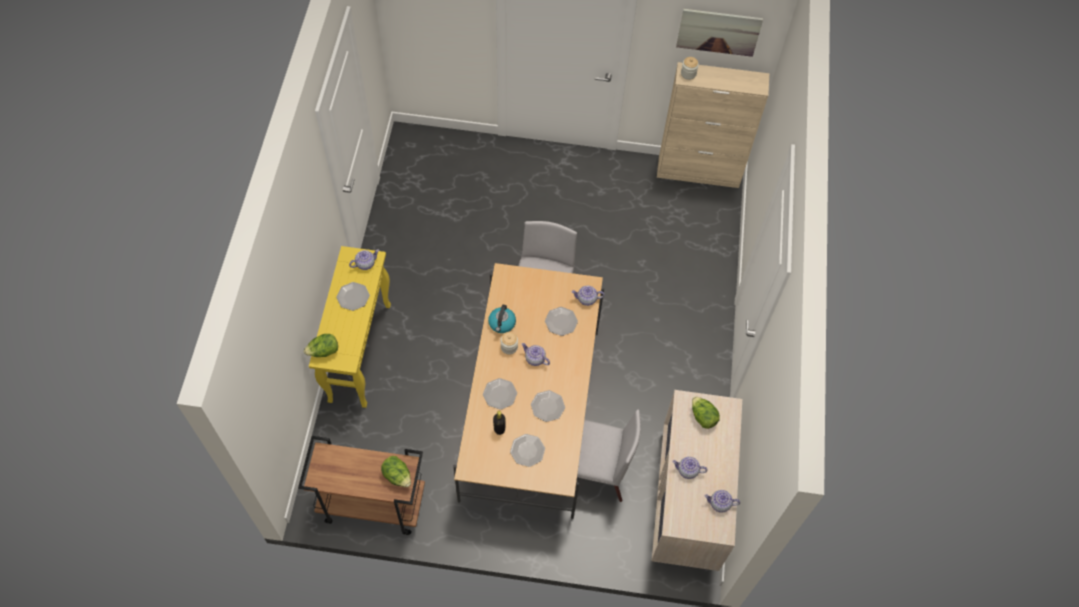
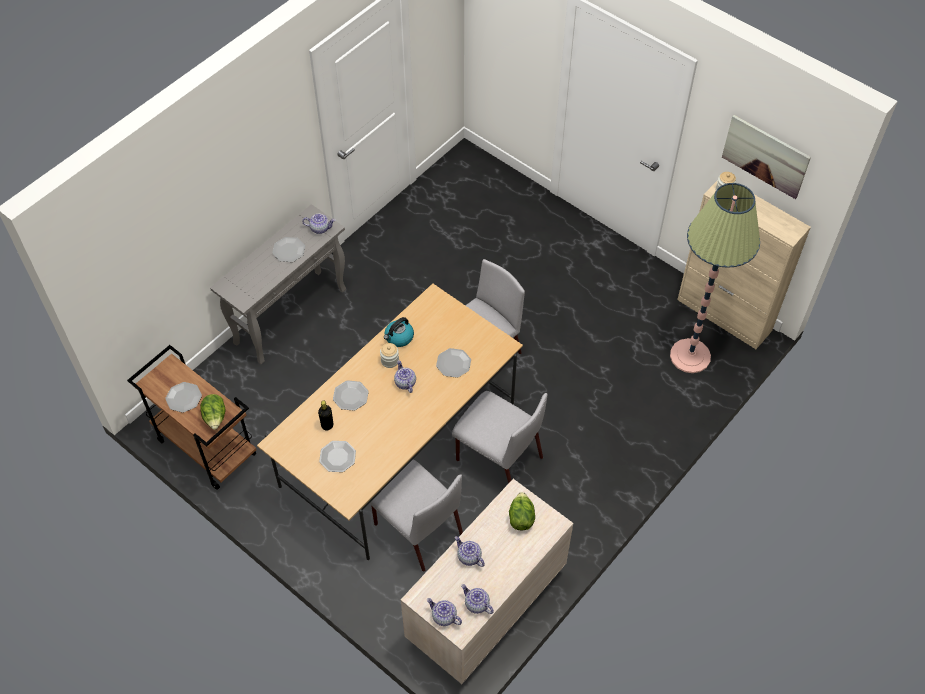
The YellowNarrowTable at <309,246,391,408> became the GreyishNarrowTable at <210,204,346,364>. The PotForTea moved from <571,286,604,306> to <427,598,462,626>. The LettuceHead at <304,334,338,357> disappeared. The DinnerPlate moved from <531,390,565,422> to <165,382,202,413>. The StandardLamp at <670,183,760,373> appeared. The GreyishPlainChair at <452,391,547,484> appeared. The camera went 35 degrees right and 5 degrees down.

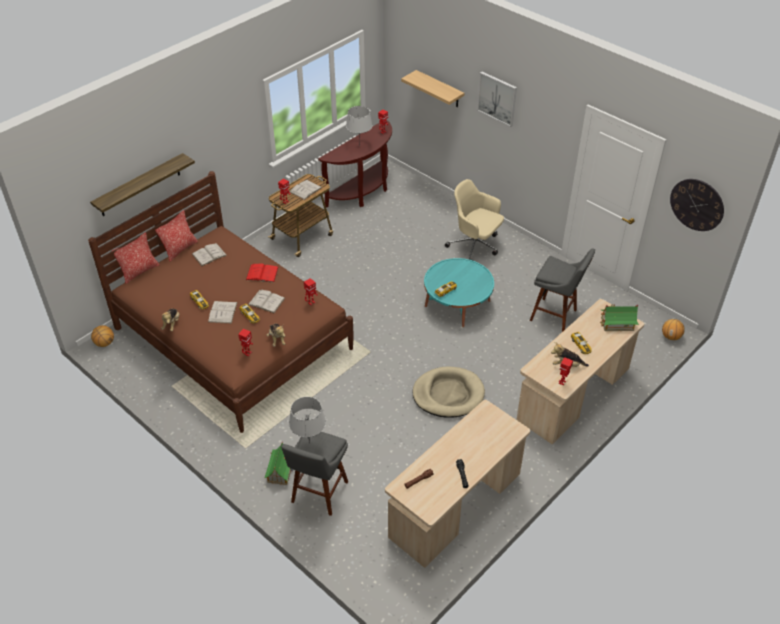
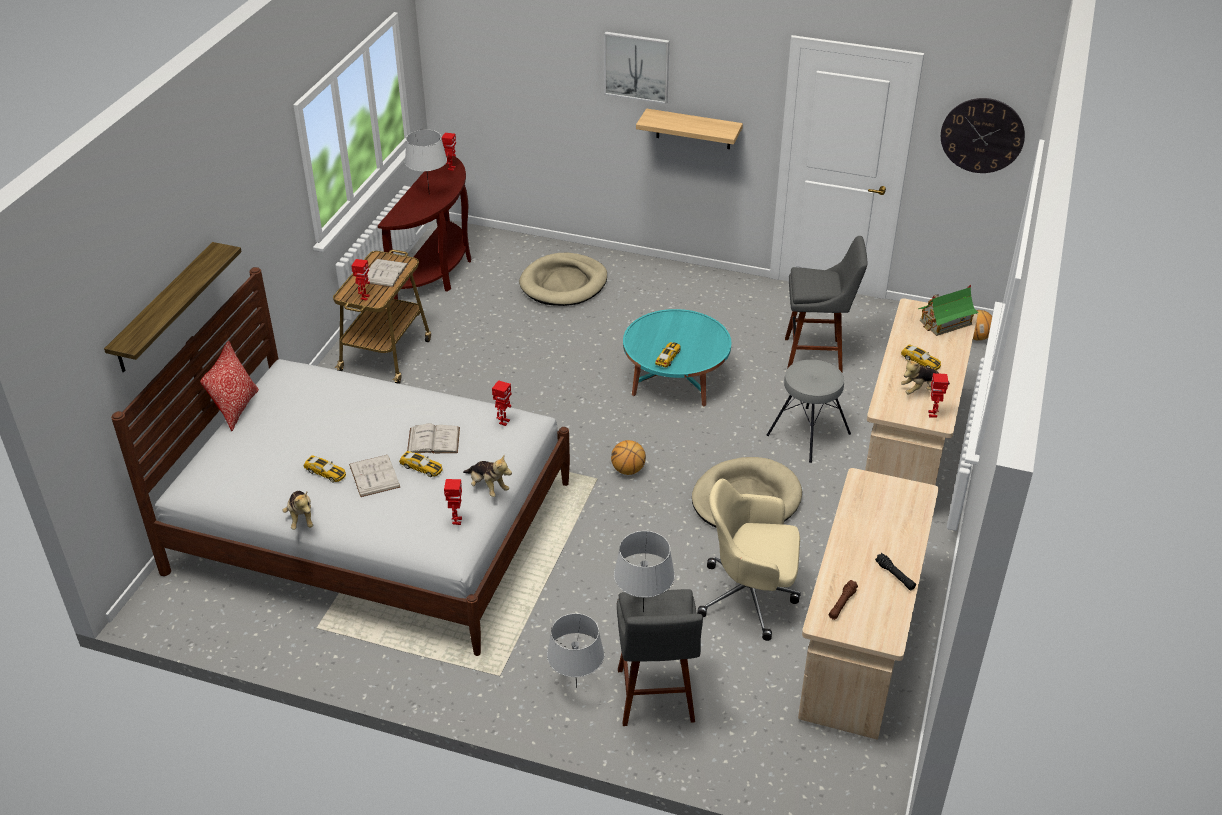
The Shelf moved from <401,70,464,107> to <636,108,743,149>. The BrownColouredBedroomBed at <88,171,353,433> became the WhiteBedroomBed at <111,267,570,656>. The BeigeColouredDeskChair moved from <445,179,504,260> to <697,479,801,641>. The Cushion at <112,232,159,284> disappeared. The WhiteBoundBook at <192,243,227,266> disappeared. The RedColouredBoundBook at <246,263,279,283> disappeared. The Basketball moved from <91,325,114,347> to <611,440,646,475>. The MiniatureHouse at <264,443,293,485> was replaced by the GreyishTableLamp at <547,613,604,688>. The BeigeColouredDogCushion at <519,253,607,306> appeared. The GreyishStool at <767,360,851,463> appeared. The camera went 25 degrees left and 5 degrees down.

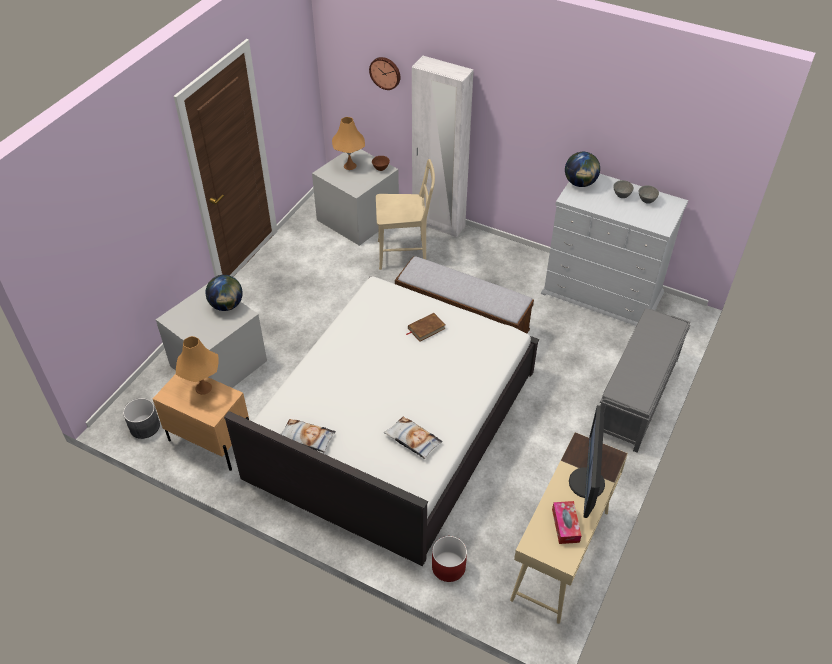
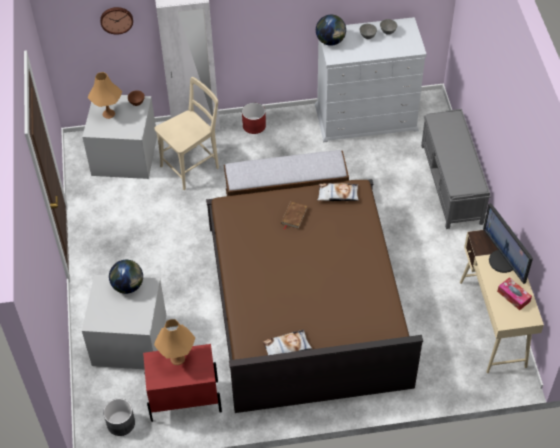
The WhiteBedroomBed at <224,276,539,566> became the BrownColouredBedroomBed at <206,179,423,413>. The BeigeColouredNightstand at <153,374,249,471> became the RedColouredNightstand at <143,344,222,422>. The Cushion moved from <384,416,443,459> to <317,183,359,201>. The RedColouredPlanter moved from <432,536,467,582> to <242,103,266,134>. The camera went 35 degrees left and 5 degrees up.

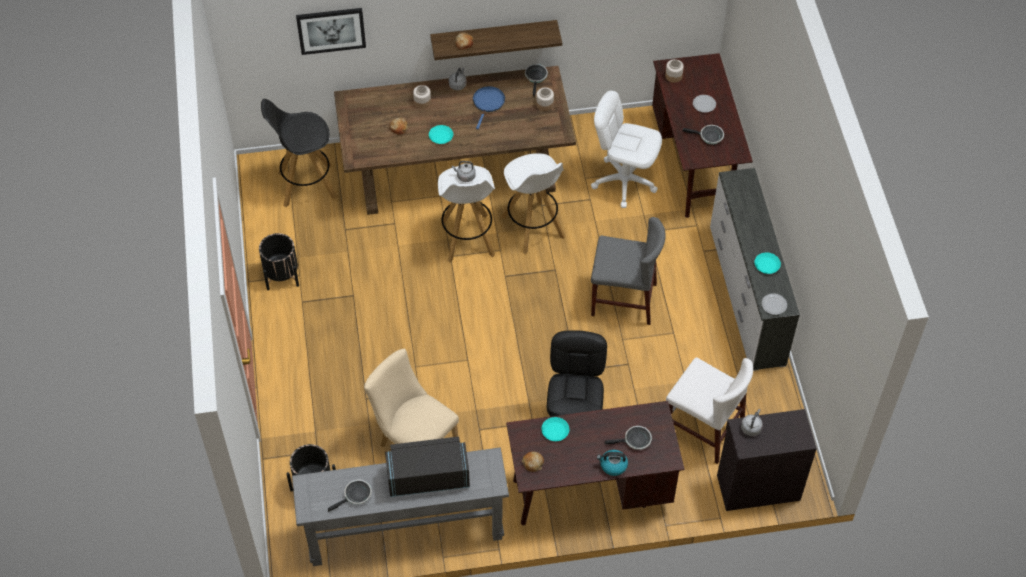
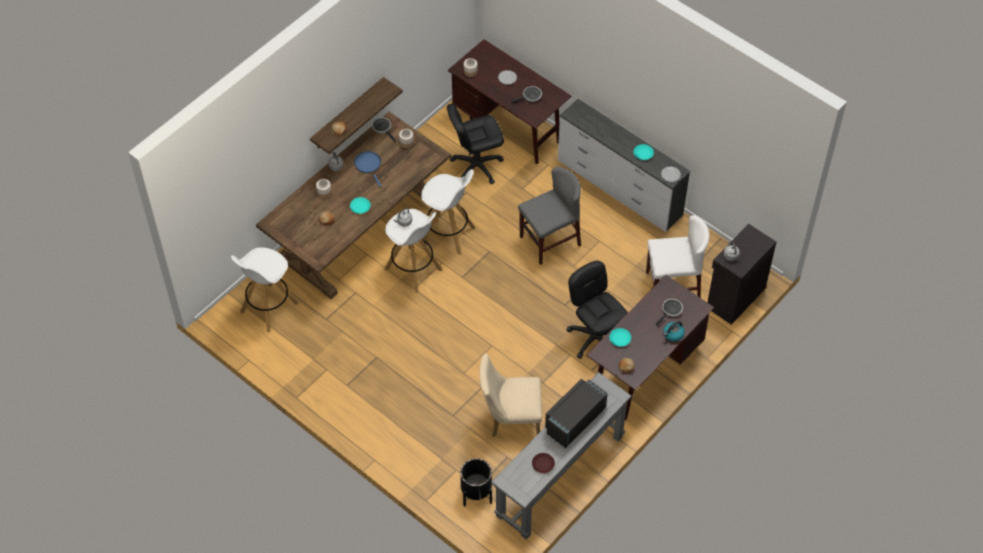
The Picture at <296,8,366,55> disappeared. The WhiteDeskChair at <591,91,662,208> became the BlackishDeskChair at <447,104,504,184>. The BlackishStool at <261,99,337,207> became the WhiteStool at <231,247,299,332>. The BlackishPlanter at <259,233,299,290> disappeared. The FryingPan at <328,480,372,512> was replaced by the BrownColouredDinnerPlate at <532,453,555,473>. The camera went 40 degrees left and 0 degrees up.

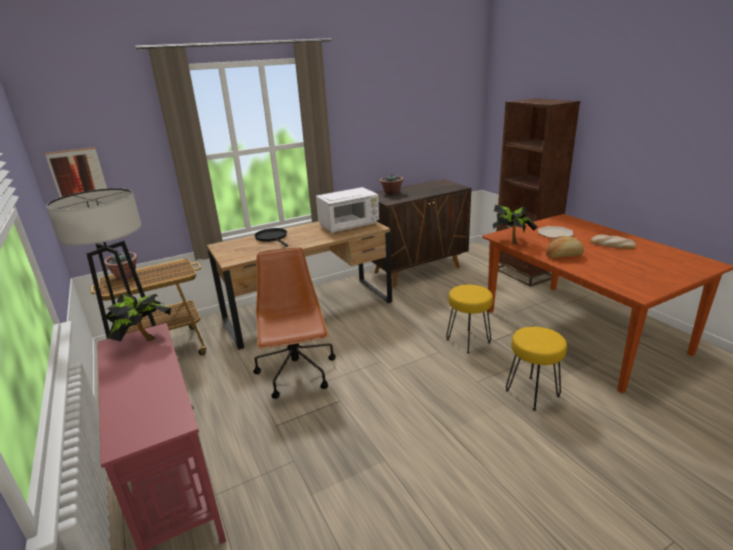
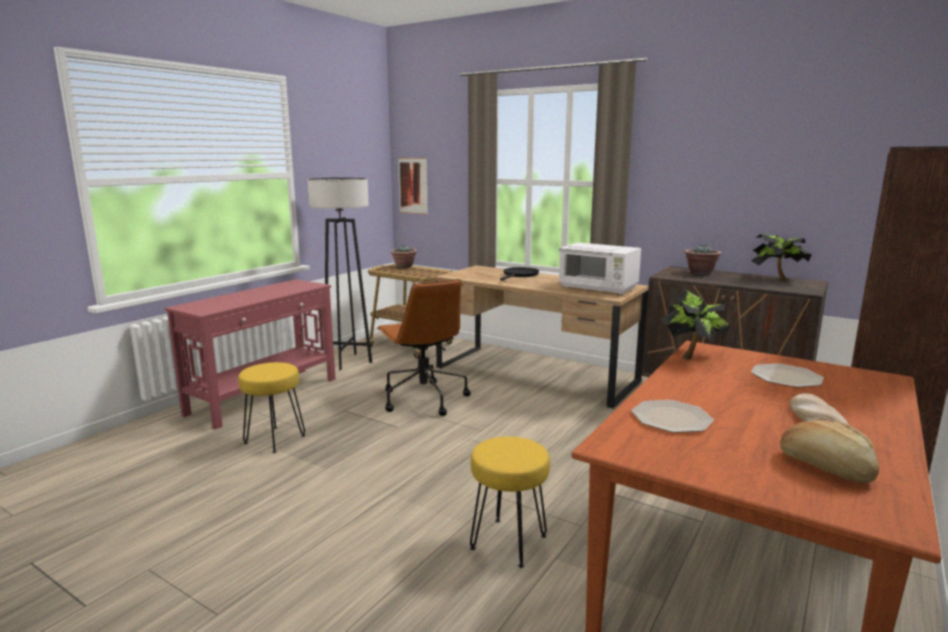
The BakedBread moved from <546,236,584,258> to <780,419,879,483>. The BrownColouredDeskChair at <253,247,336,399> turned 105 degrees clockwise. The YellowStool moved from <446,285,493,354> to <238,362,305,453>. The Houseplant moved from <102,294,171,342> to <751,234,812,280>. The DinnerPlate at <631,400,714,433> appeared. The camera went 60 degrees right and 10 degrees down.

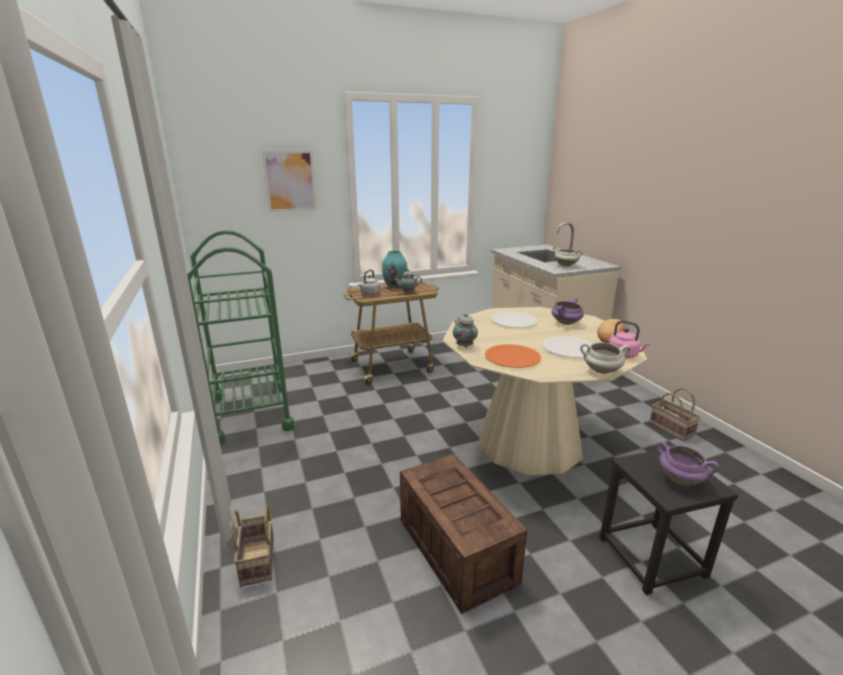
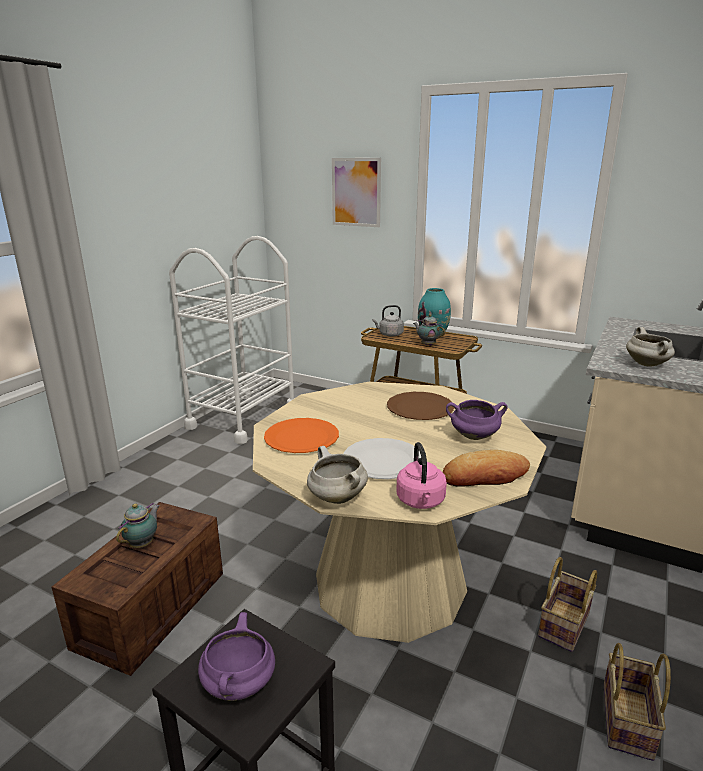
The GreenColouredTrolley at <187,230,295,445> became the WhiteTrolley at <169,236,295,444>. The WhiteDinnerPlate at <491,312,537,328> became the BrownColouredDinnerPlate at <387,392,454,420>. The PotForTea moved from <453,313,478,348> to <116,503,160,548>. The StorageBasket moved from <232,505,274,586> to <538,557,597,652>. The camera went 50 degrees right and 0 degrees up.

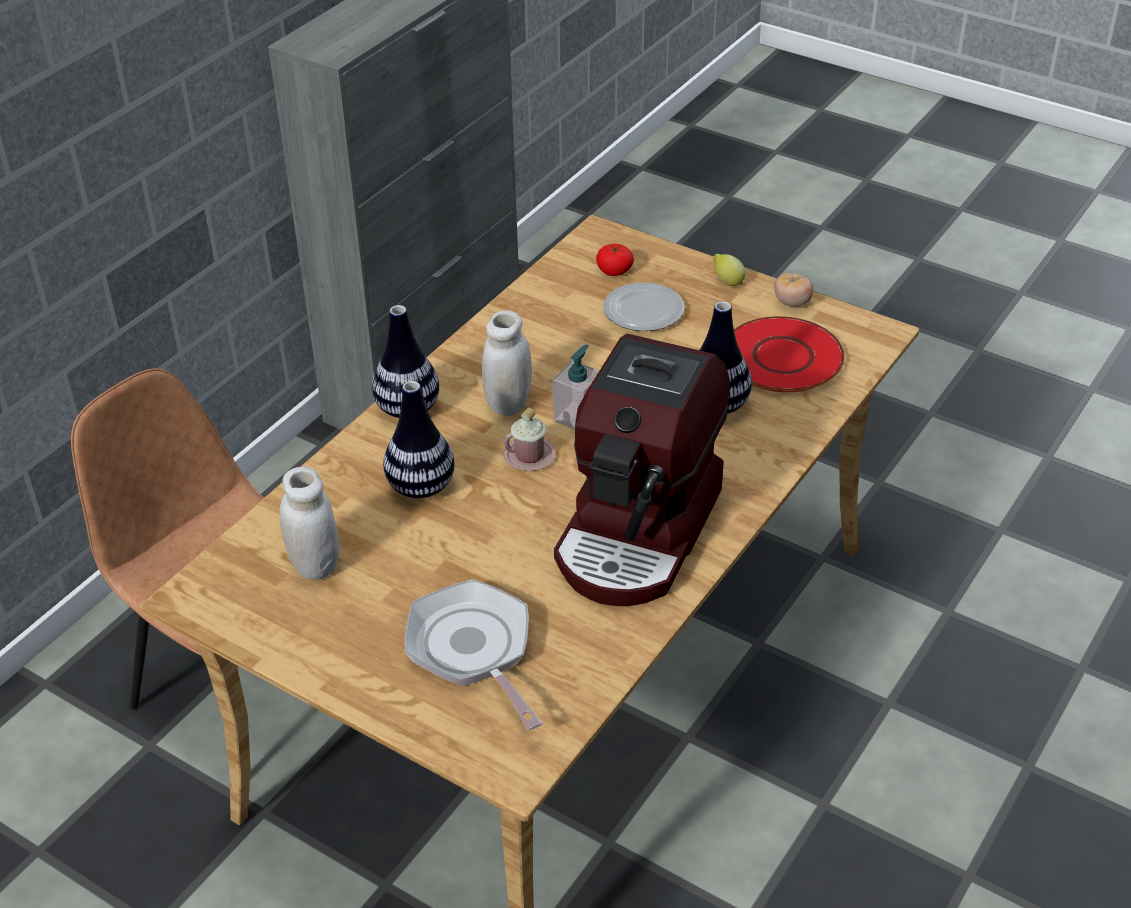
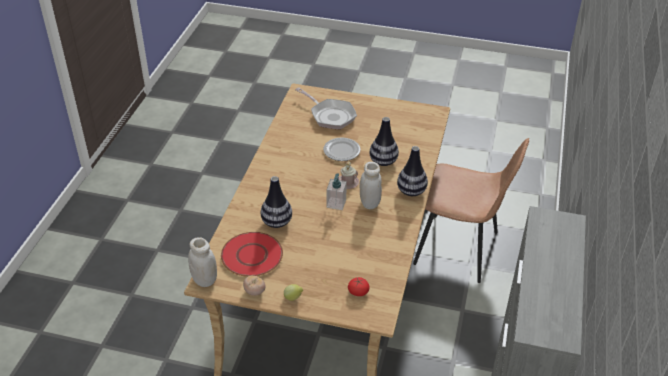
The DinnerPlate moved from <603,282,685,331> to <323,138,361,161>. The CoffeeBrewer at <554,334,730,606> disappeared. The WhiteJar moved from <280,466,340,580> to <188,237,217,287>. The camera went 160 degrees right and 0 degrees up.

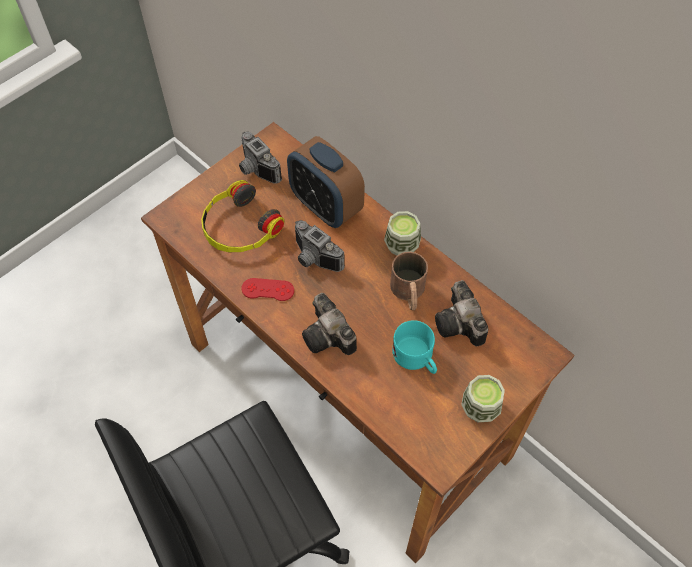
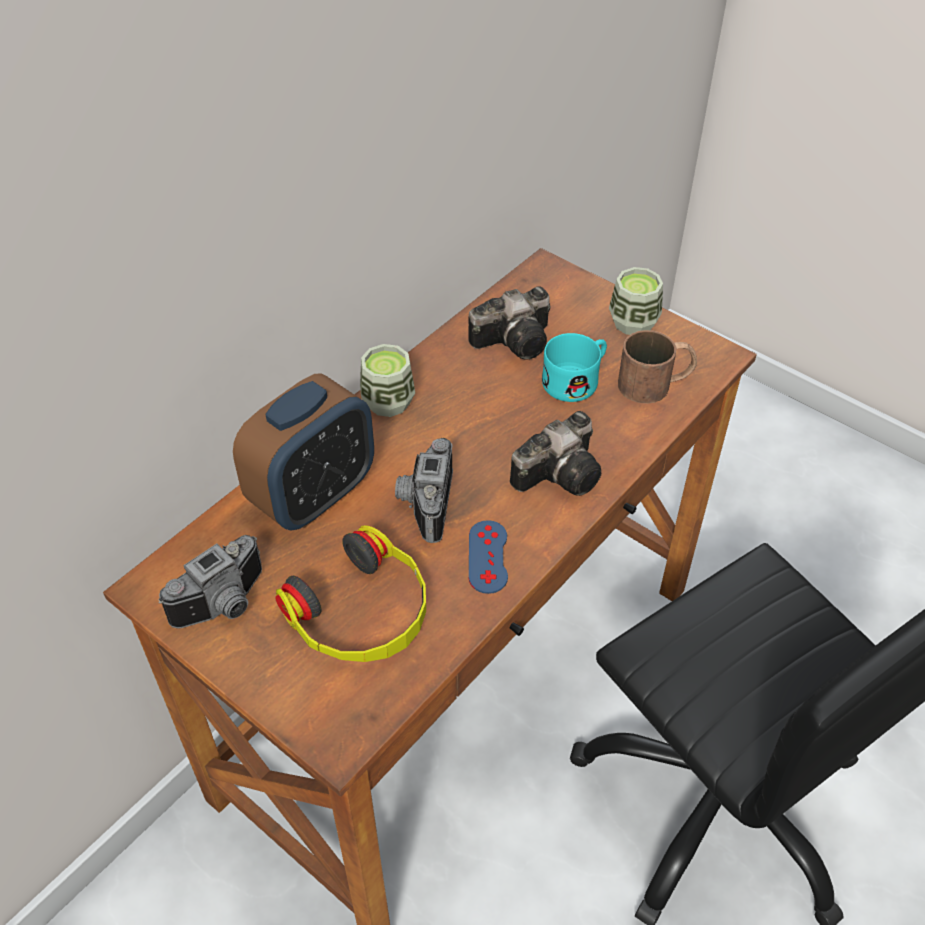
The PhotoCamera at <295,220,345,272> turned 150 degrees clockwise. The BrownColouredMug moved from <390,252,428,310> to <618,330,697,404>. The RedColouredJoypad at <241,278,294,301> became the BlueColouredJoypad at <469,520,508,594>. The camera went 95 degrees left and 10 degrees down.

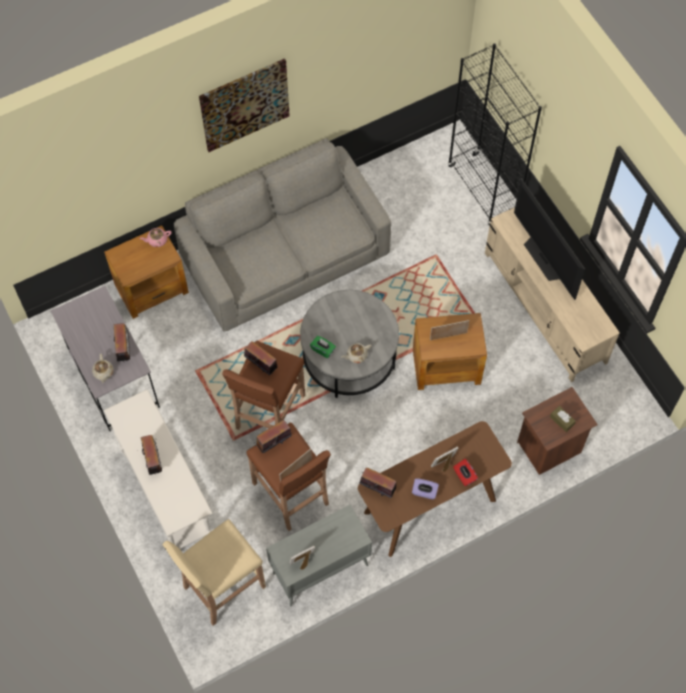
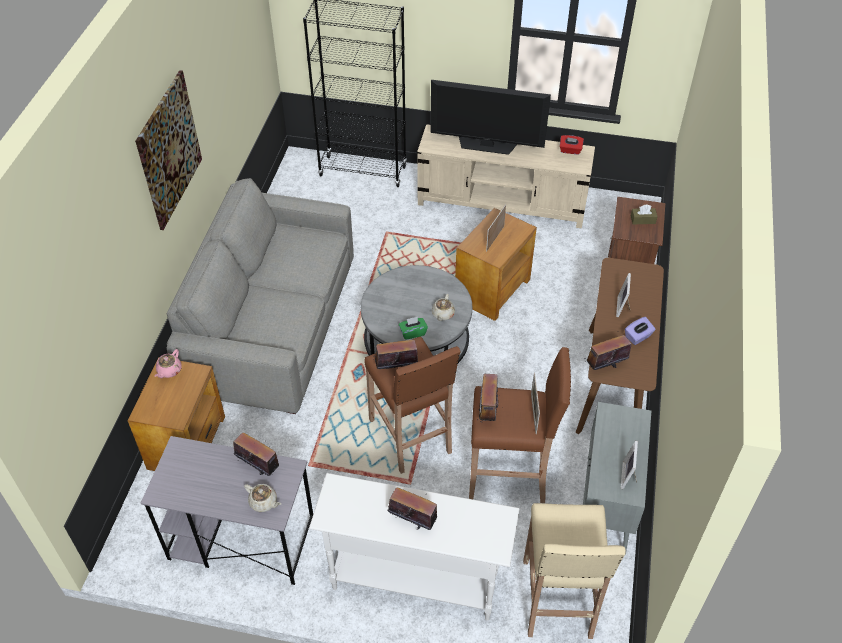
The RedColouredTissueHolder moved from <453,459,478,486> to <560,135,584,155>. The camera went 50 degrees left and 15 degrees down.

